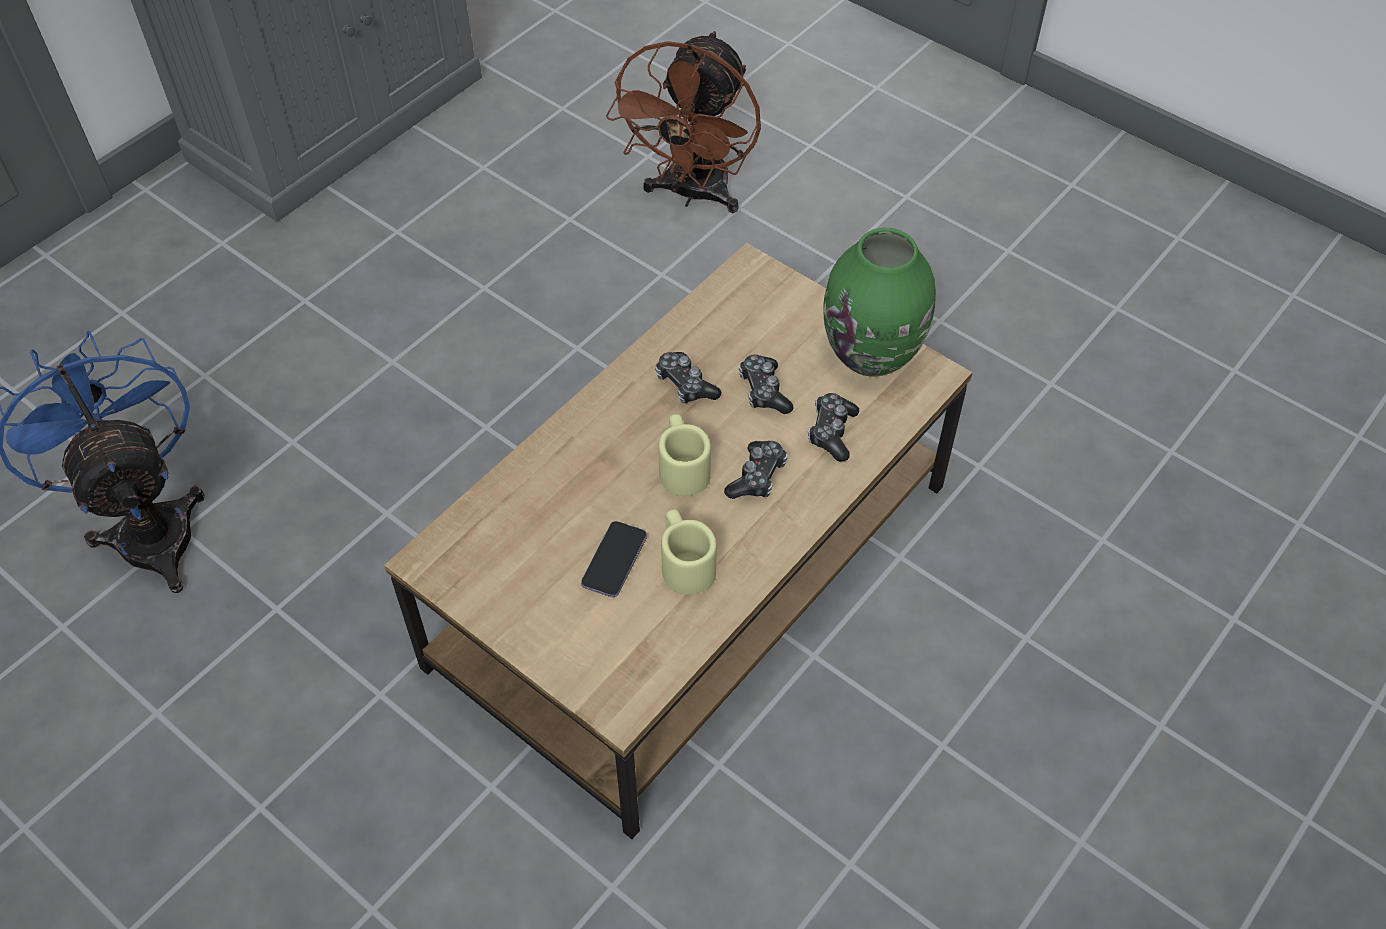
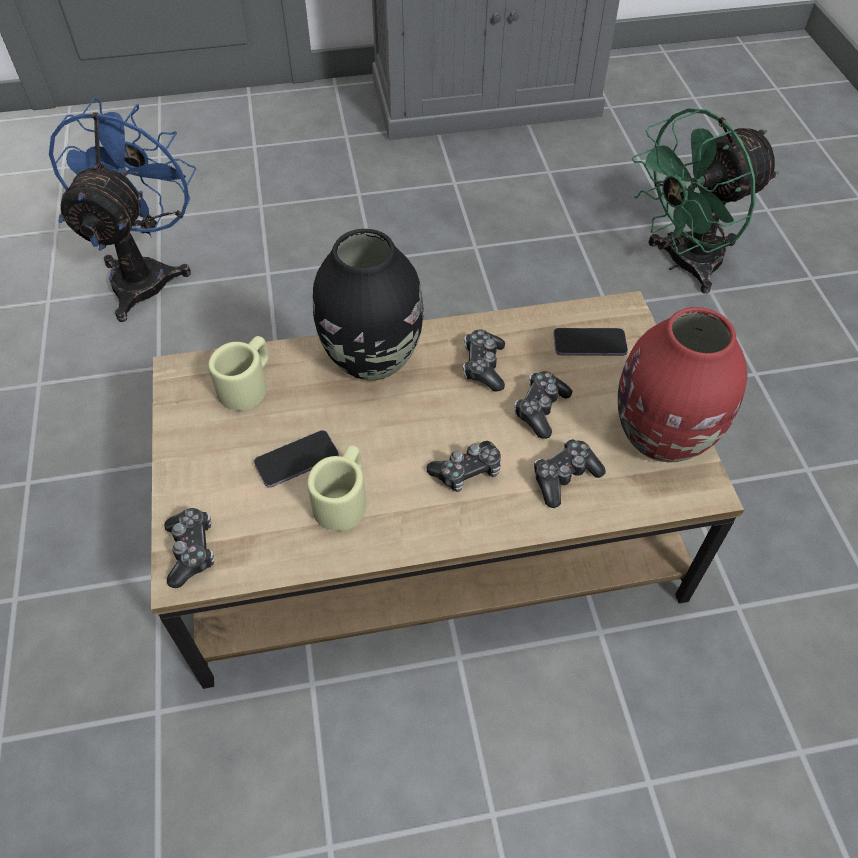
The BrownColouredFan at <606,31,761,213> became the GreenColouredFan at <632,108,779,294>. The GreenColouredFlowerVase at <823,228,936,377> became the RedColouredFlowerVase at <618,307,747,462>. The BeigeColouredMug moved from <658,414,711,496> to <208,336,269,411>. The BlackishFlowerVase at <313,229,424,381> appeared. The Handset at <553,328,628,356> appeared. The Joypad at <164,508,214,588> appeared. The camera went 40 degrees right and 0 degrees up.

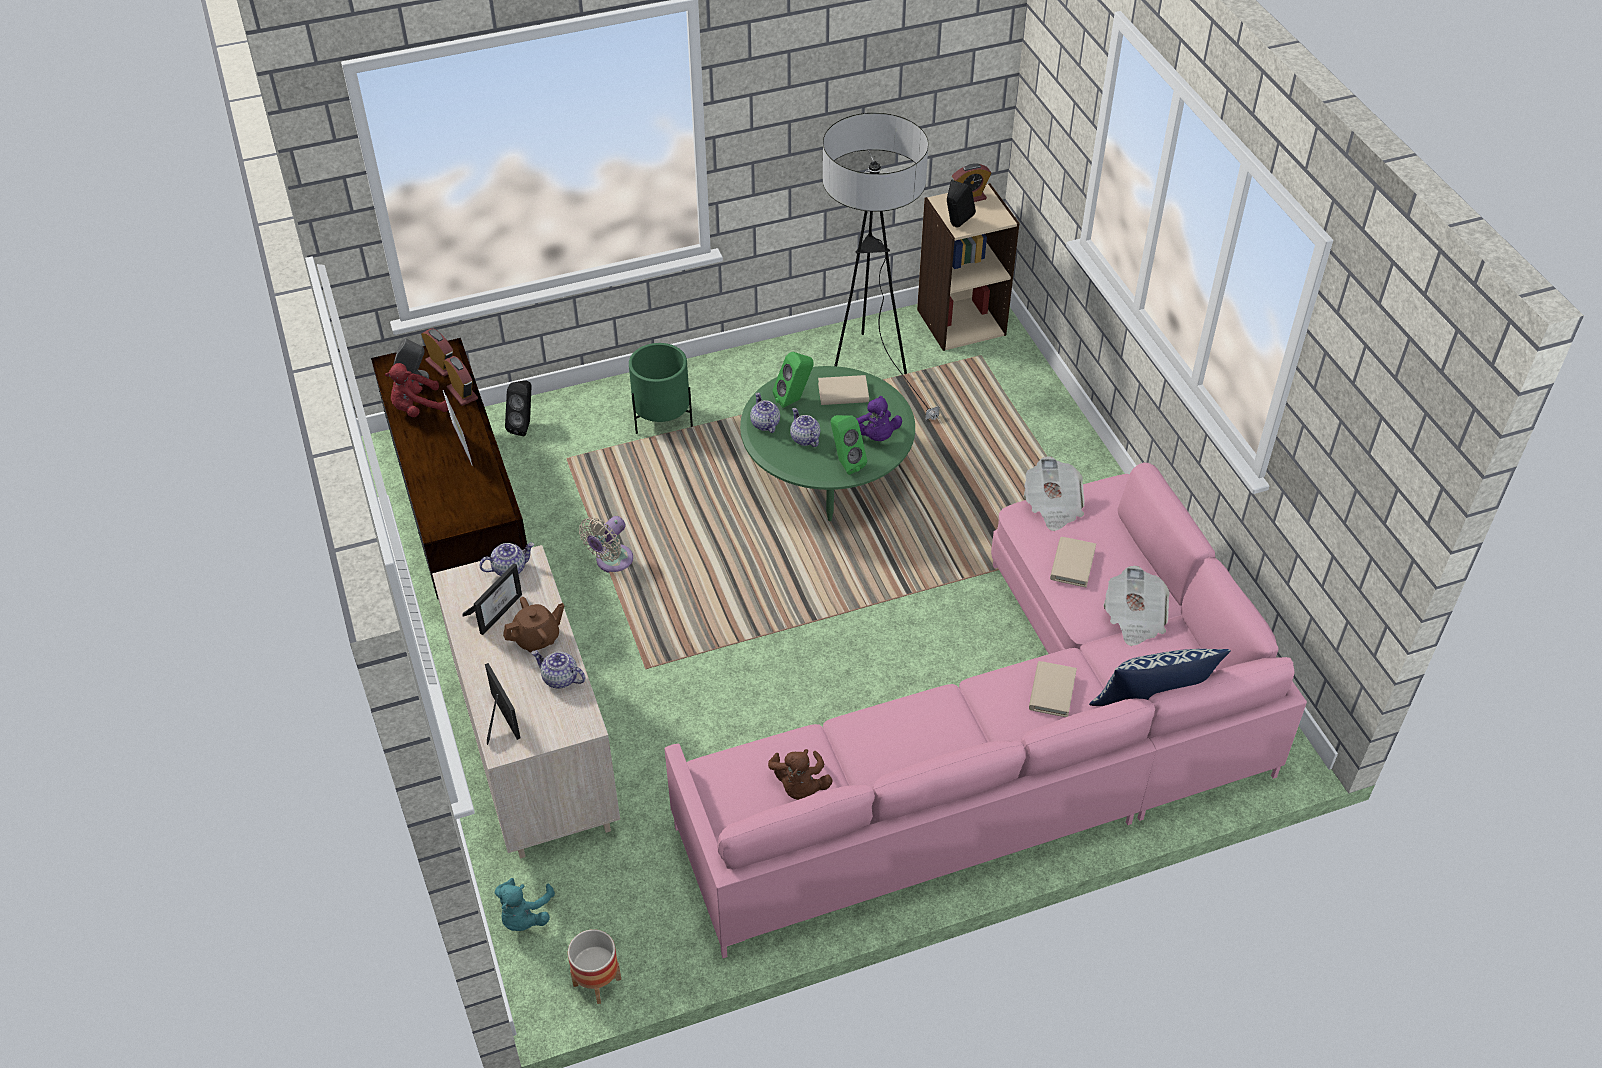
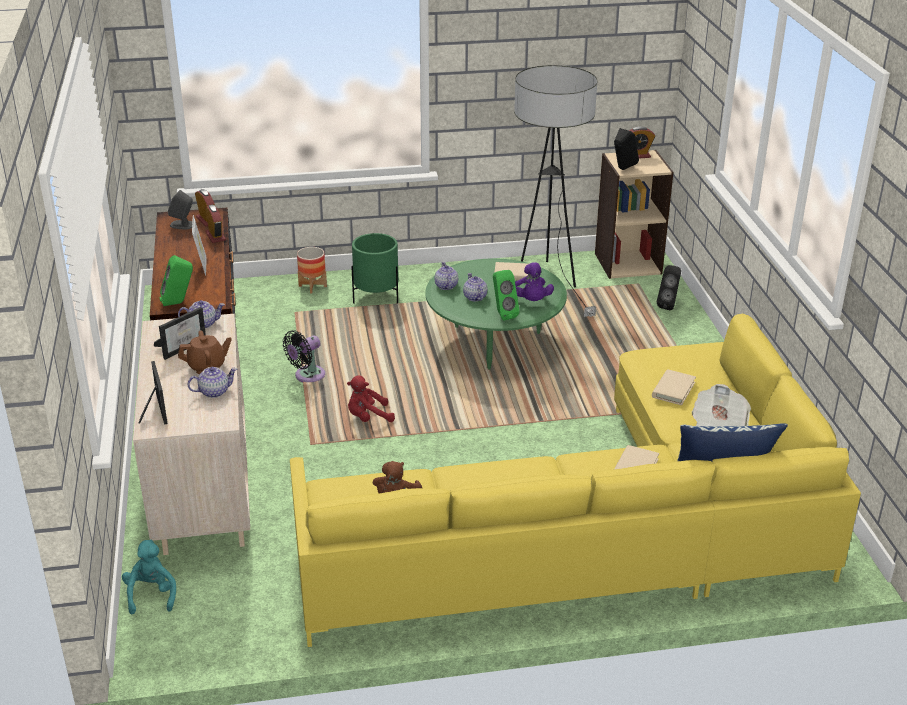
The GreenColouredLoudspeaker moved from <773,352,814,408> to <160,255,193,306>. The RedColouredCuddlyToy moved from <385,363,448,417> to <347,375,395,422>. The BlackishLoudspeaker moved from <505,380,531,436> to <657,265,681,310>. The DailyPaper at <1024,456,1084,531> disappeared. The PinkCouch at <665,462,1307,958> became the YellowCouch at <290,314,861,647>. The BeigeColouredFan at <579,516,633,573> became the BlackishFan at <283,330,325,382>. The PotForTea at <531,650,585,689> turned 120 degrees clockwise. The TurquoiseCuddlyToy at <495,878,555,931> turned 150 degrees clockwise. The Planter moved from <568,929,621,1004> to <297,247,327,293>. The camera went 10 degrees right and 15 degrees down.

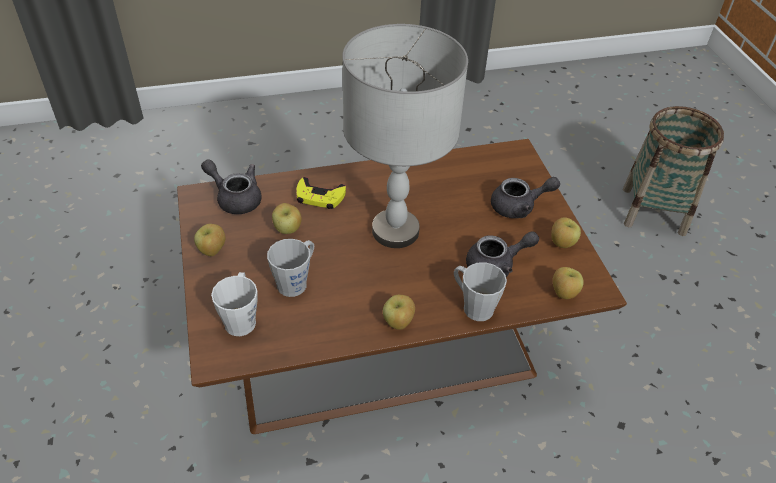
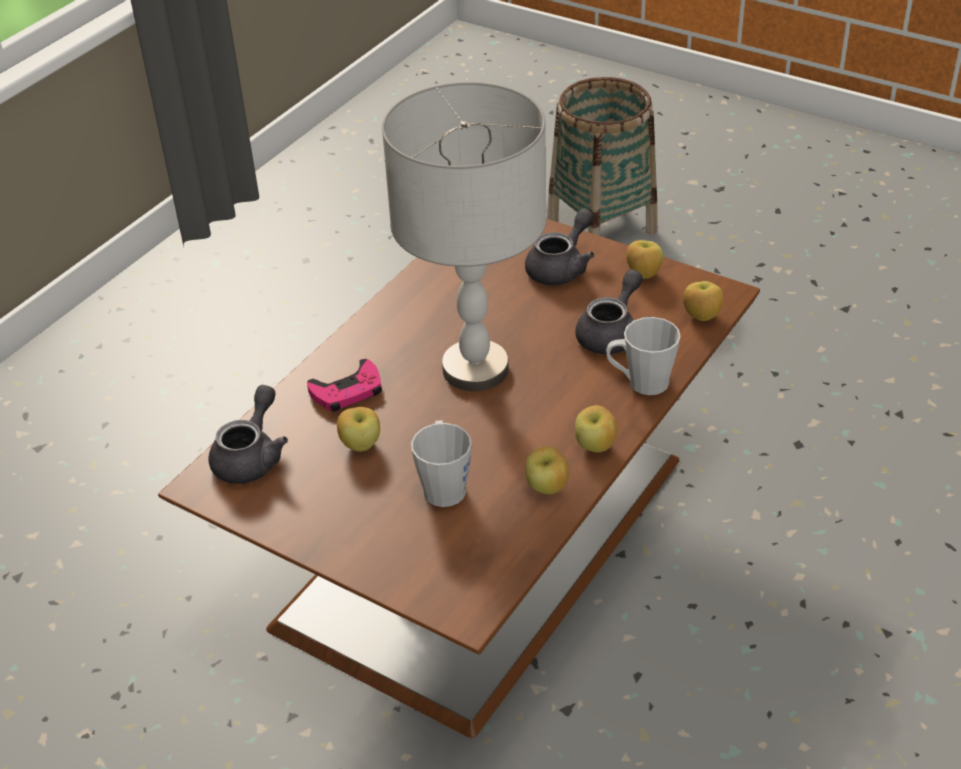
The GreyishPotForTea at <201,159,262,214> turned 120 degrees clockwise. The YellowJoypad at <297,177,346,209> became the PinkJoypad at <307,359,382,411>. The Apple moved from <194,224,225,256> to <525,446,569,494>. The WhiteMug at <211,272,258,336> disappeared. The camera went 40 degrees left and 5 degrees down.

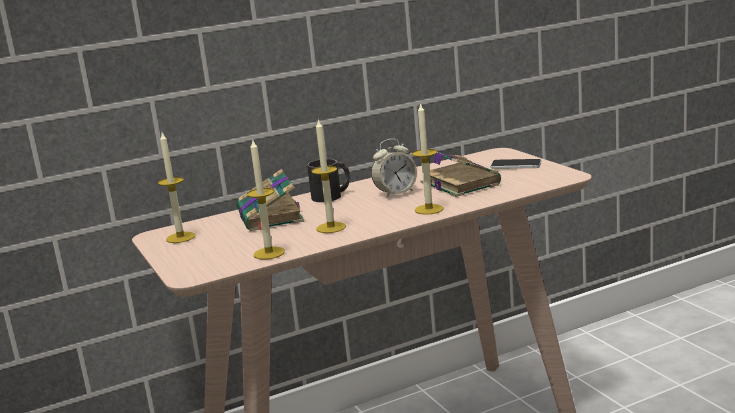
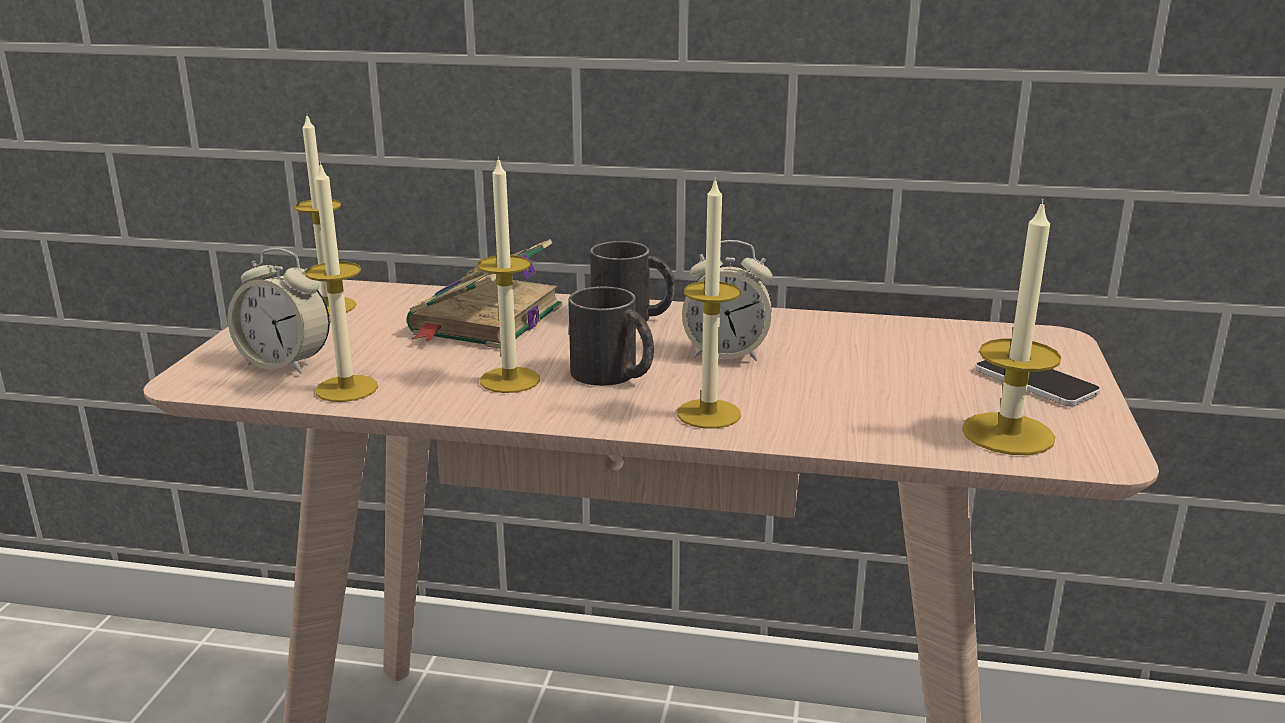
The BoundBook at <421,152,501,197> disappeared. The Candle at <962,199,1061,455> appeared. The TableClock at <228,248,330,374> appeared. The BlackishMug at <568,286,654,386> appeared. The camera went 35 degrees right and 5 degrees up.

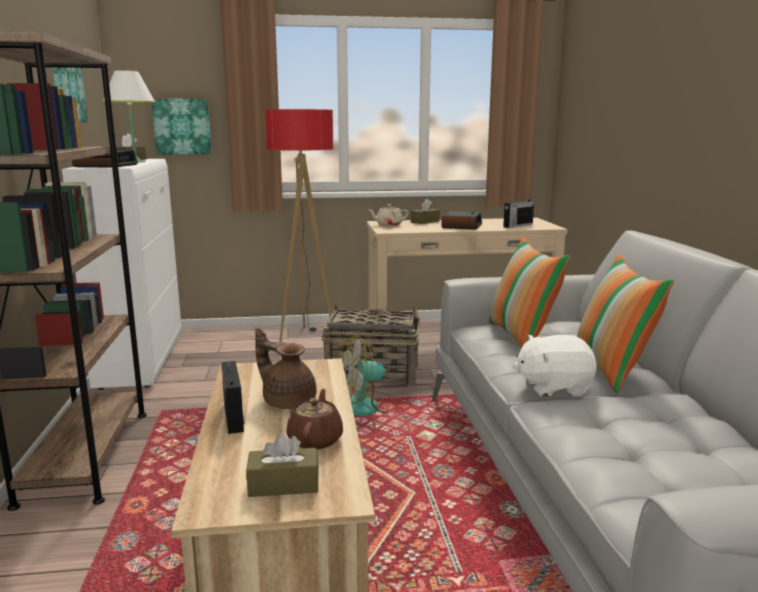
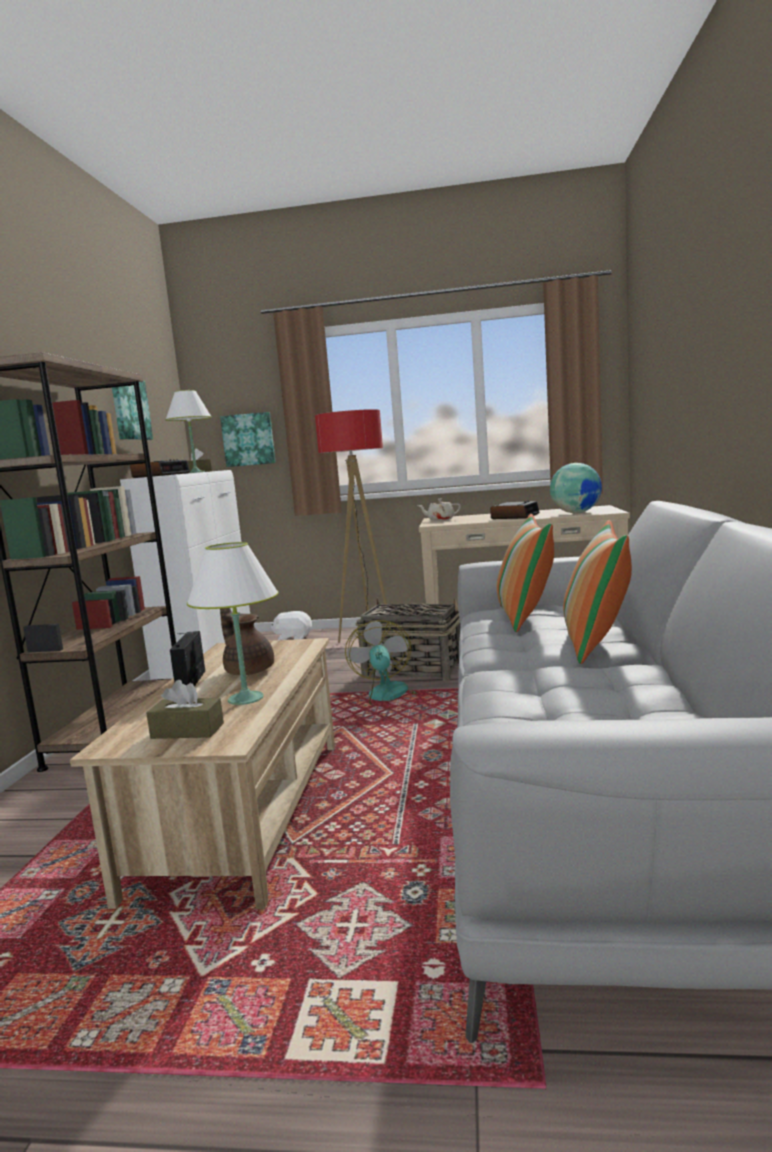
The RadioReceiver at <503,194,534,228> was replaced by the DeskGlobe at <550,463,602,513>. The BrownColouredTissueHolder at <411,199,440,224> disappeared. The WhiteCuddlyToy moved from <513,335,597,397> to <271,611,312,640>. The Fan at <339,336,401,416> turned 90 degrees clockwise. The BrownColouredPotForTea at <286,389,343,449> was replaced by the WhiteTableLamp at <187,542,278,705>. The camera went 15 degrees right and 5 degrees down.

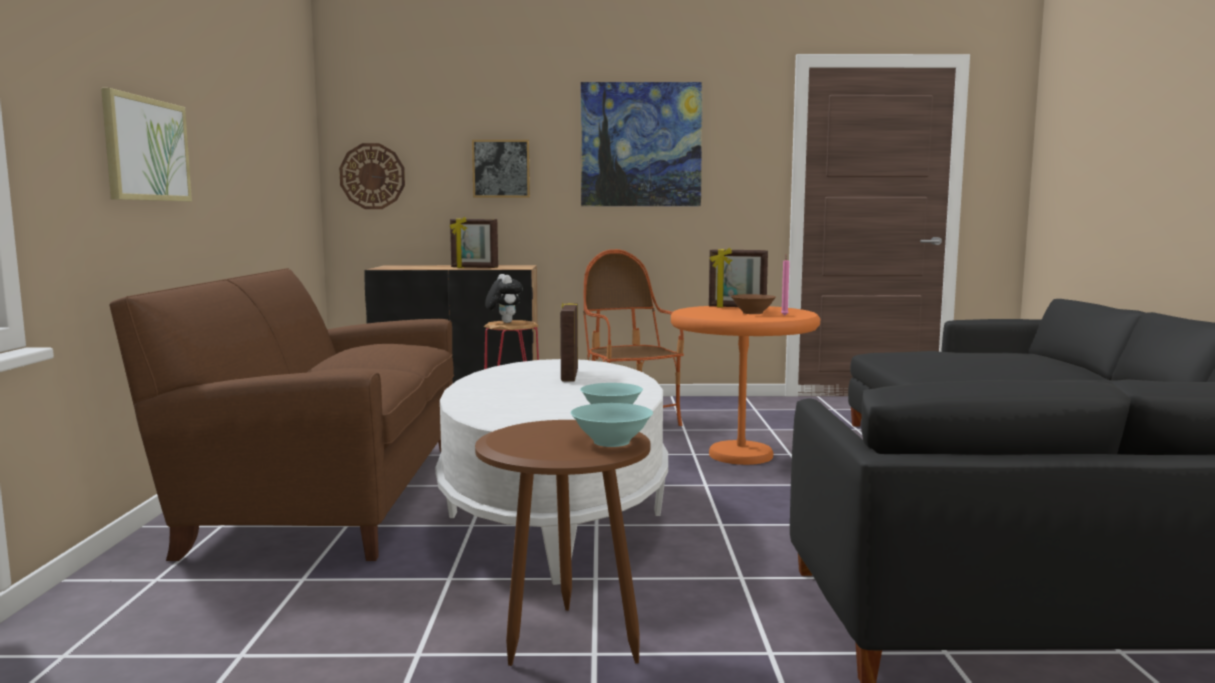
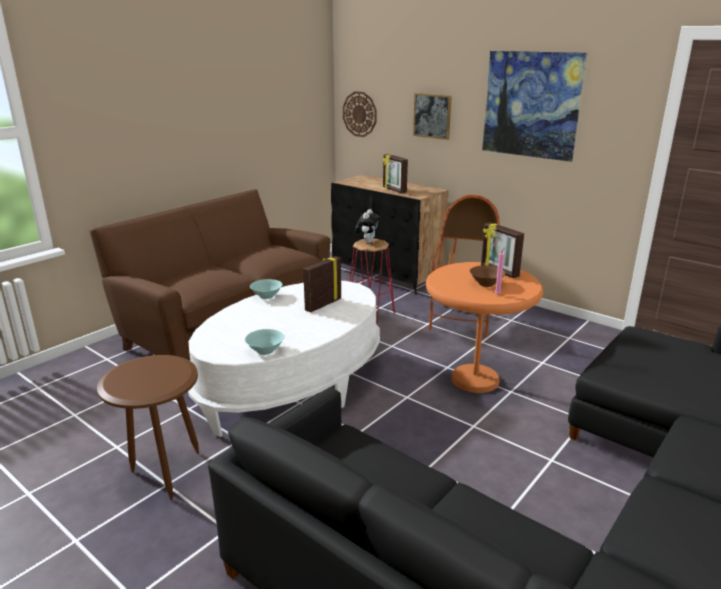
The Picture at <101,88,192,202> disappeared. The TurquoiseBowl moved from <571,403,653,447> to <250,279,282,299>. The camera went 40 degrees right and 15 degrees up.

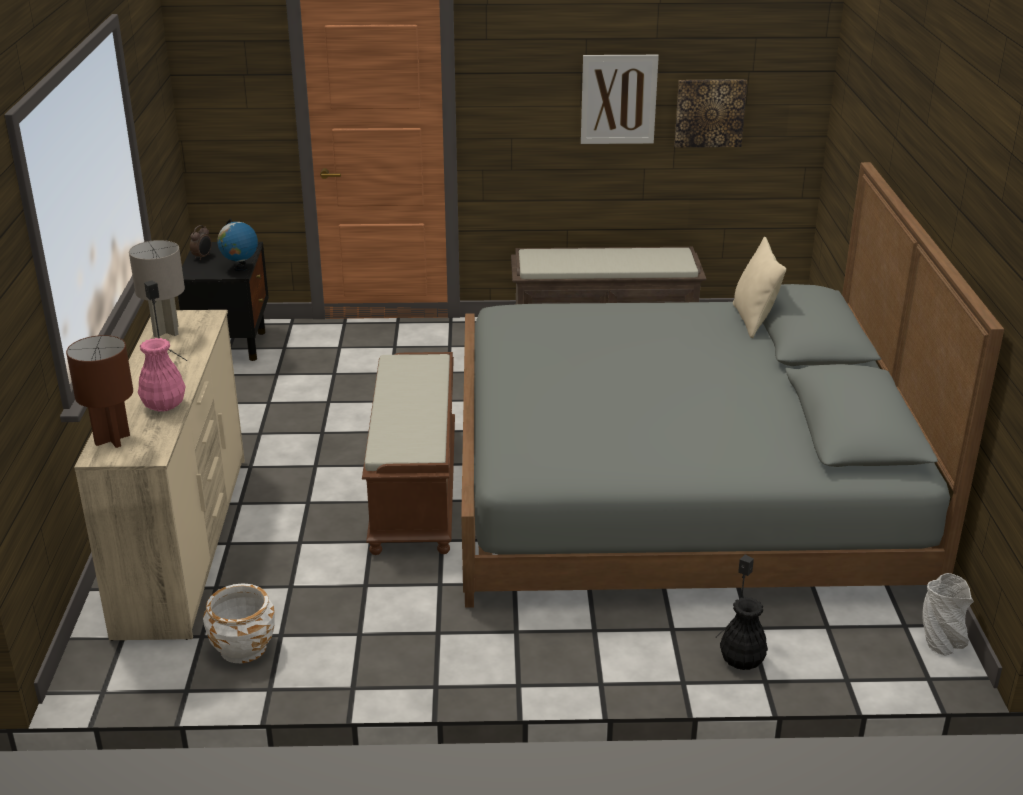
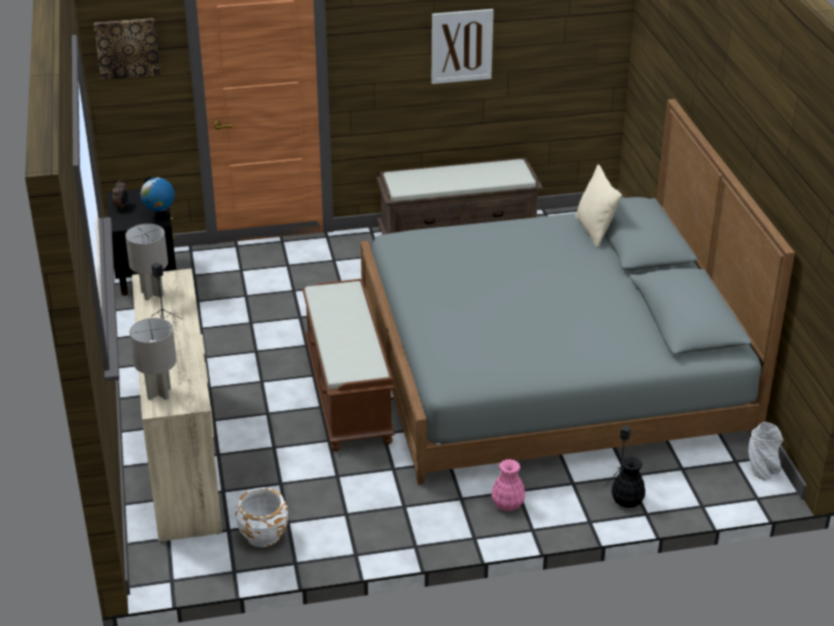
The Picture moved from <674,79,747,147> to <94,18,160,80>. The BrownColouredTableLamp at <66,335,133,448> became the GreyishTableLamp at <129,318,177,400>. The PinkFlowerVase moved from <138,338,186,412> to <491,459,525,511>. The camera went 10 degrees left and 5 degrees up.

